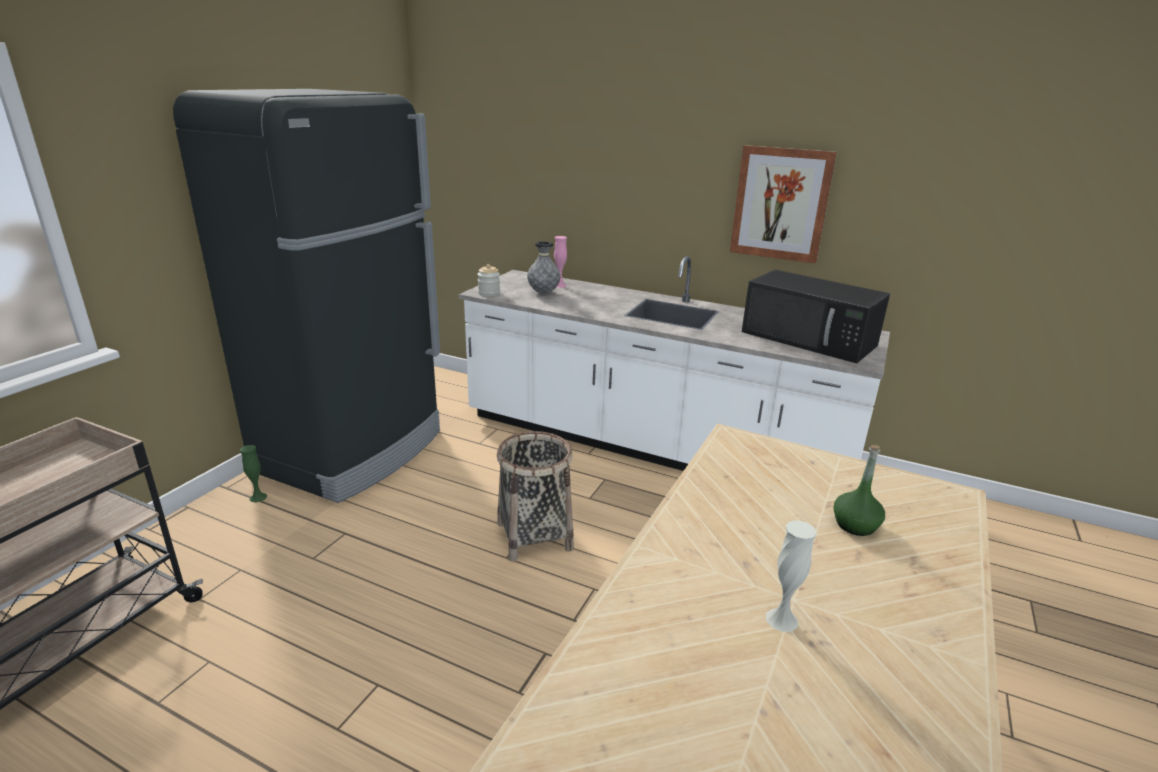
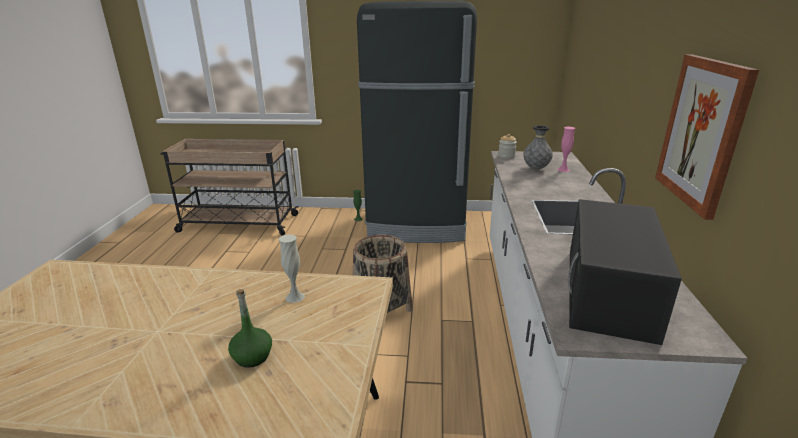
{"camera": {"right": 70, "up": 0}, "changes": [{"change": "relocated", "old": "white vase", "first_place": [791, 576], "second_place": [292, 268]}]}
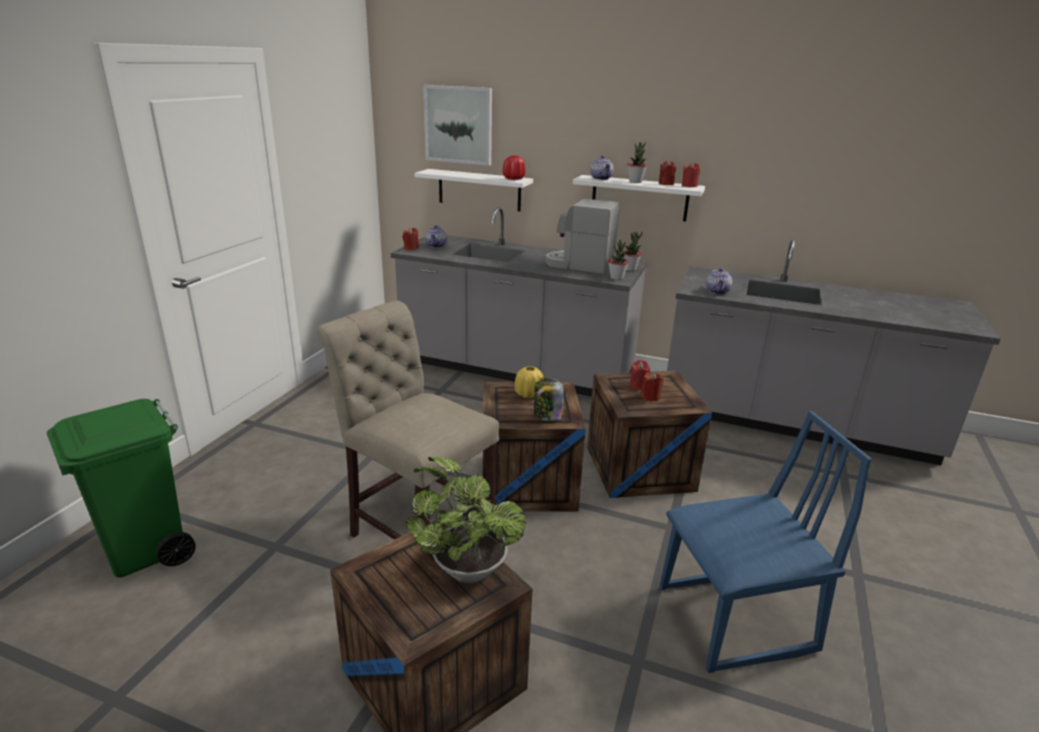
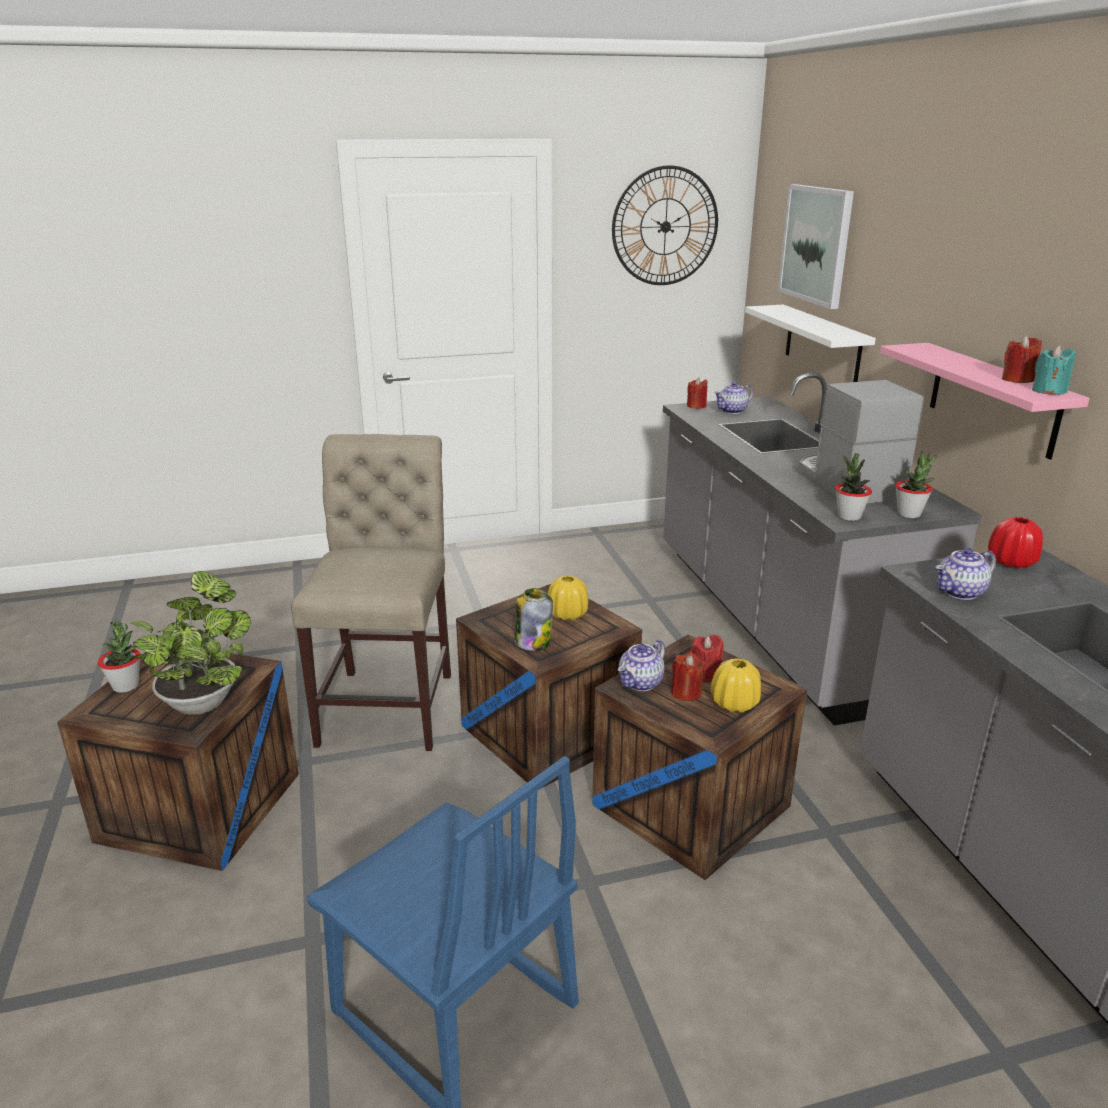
{"camera": {"right": 55, "up": 0}, "changes": [{"change": "relocated", "old": "potted plant", "first_place": [637, 162], "second_place": [119, 656]}, {"change": "appeared", "new": "wall clock", "second_place": [665, 225]}, {"change": "relocated", "old": "teapot", "first_place": [602, 167], "second_place": [641, 665]}, {"change": "appeared", "new": "yellow vase", "second_place": [736, 685]}, {"change": "colour", "old": "white shelf", "new": "pink shelf", "first_place": [639, 198], "second_place": [985, 401]}, {"change": "relocated", "old": "red vase", "first_place": [514, 168], "second_place": [1015, 542]}, {"change": "colour", "old": "red candle", "new": "turquoise candle", "first_place": [691, 174], "second_place": [1053, 370]}, {"change": "missing", "old": "green trash can", "first_place": [121, 488]}]}
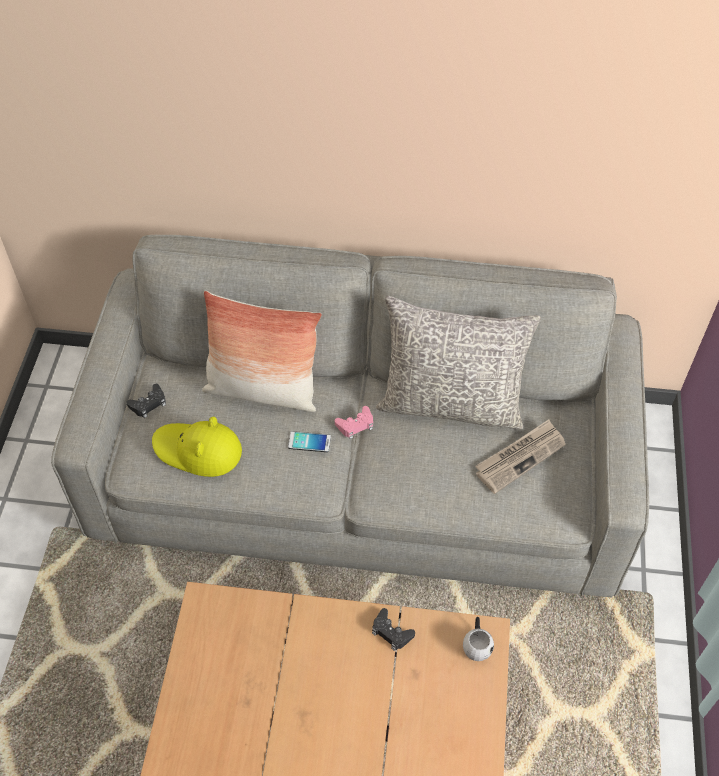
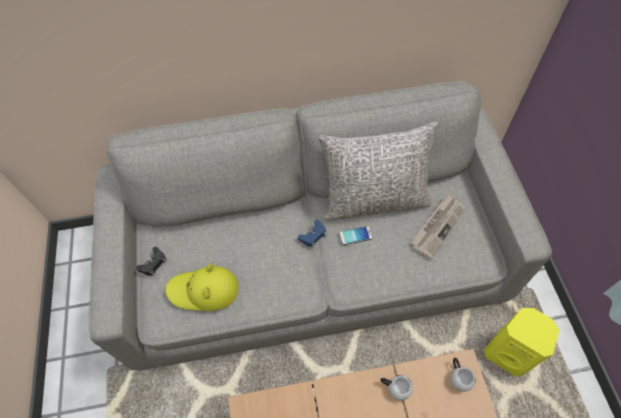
{"camera": {"right": -15, "up": 5}, "changes": [{"change": "colour", "old": "pink game controller", "new": "blue game controller", "first_place": [354, 422], "second_place": [312, 234]}, {"change": "relocated", "old": "phone", "first_place": [309, 441], "second_place": [355, 235]}, {"change": "exchanged", "old": "black game controller", "new": "white mug", "first_place": [393, 629], "second_place": [397, 388]}, {"change": "appeared", "new": "yellow speaker", "second_place": [521, 342]}, {"change": "missing", "old": "pillow", "first_place": [262, 351]}]}
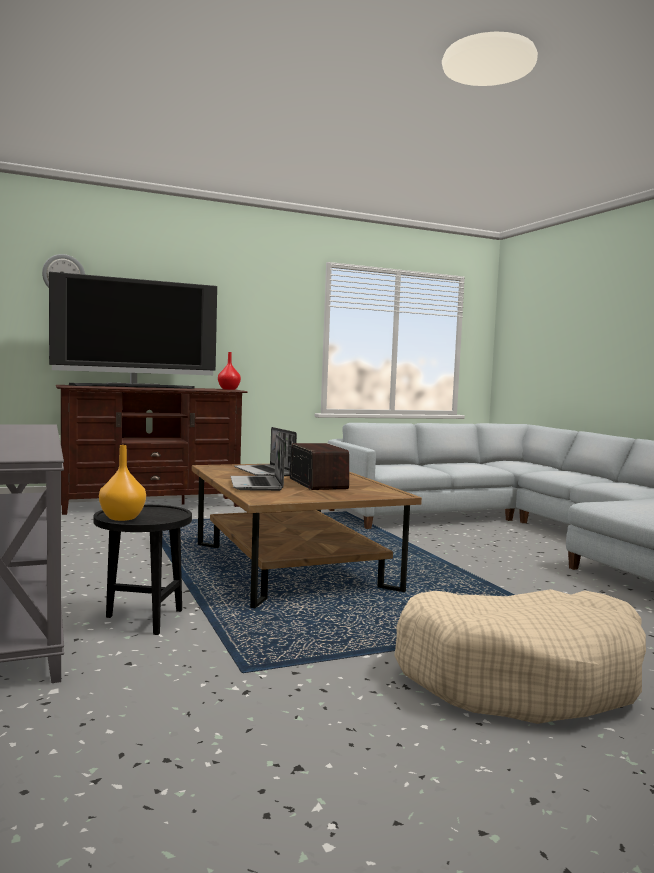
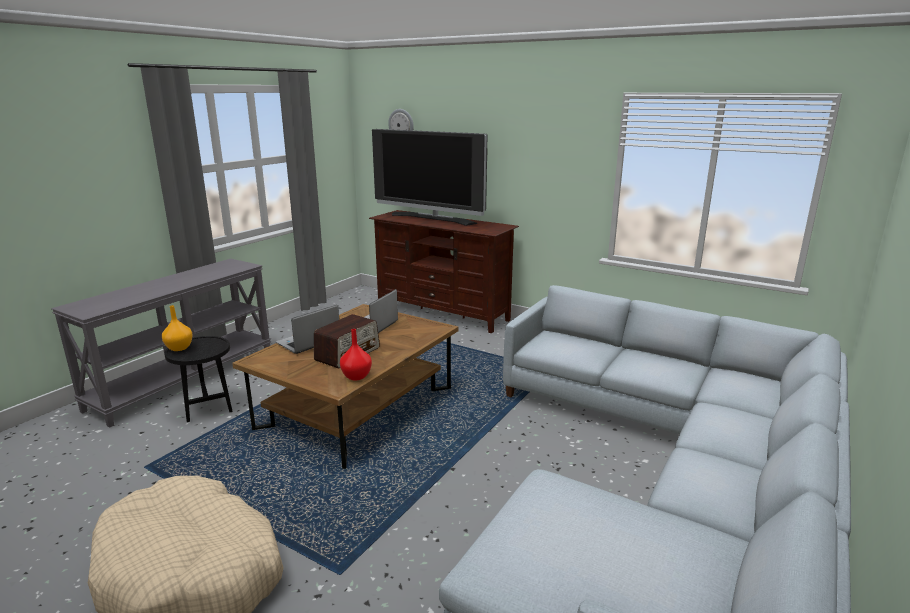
{"camera": {"right": 55, "up": 15}, "changes": [{"change": "relocated", "old": "red vase", "first_place": [229, 371], "second_place": [356, 354]}]}
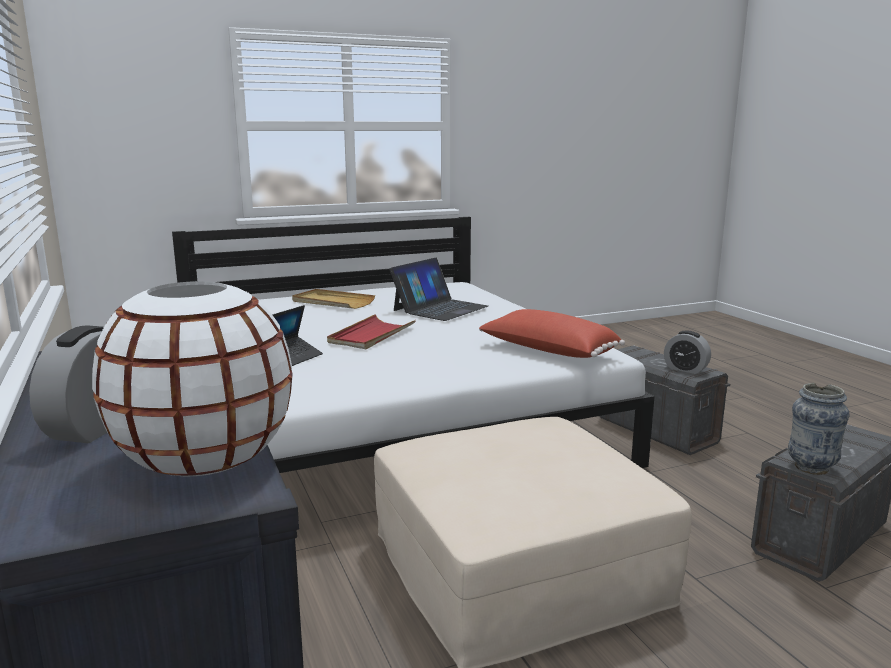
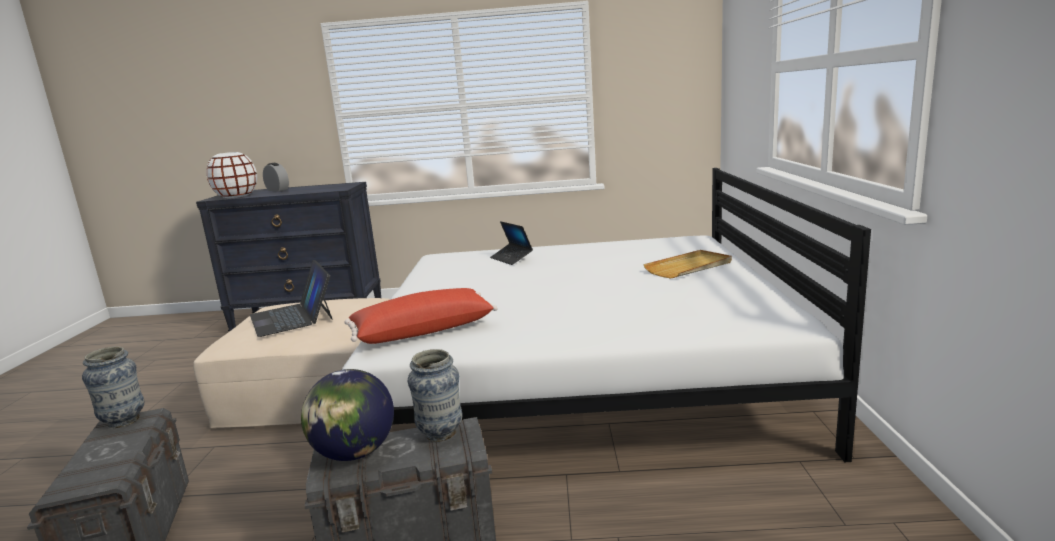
{"camera": {"right": 115, "up": 0}, "changes": [{"change": "relocated", "old": "laptop", "first_place": [438, 289], "second_place": [291, 298]}, {"change": "exchanged", "old": "alarm clock", "new": "globe", "first_place": [687, 352], "second_place": [347, 415]}, {"change": "appeared", "new": "vase", "second_place": [435, 395]}, {"change": "missing", "old": "red tray", "first_place": [371, 331]}]}
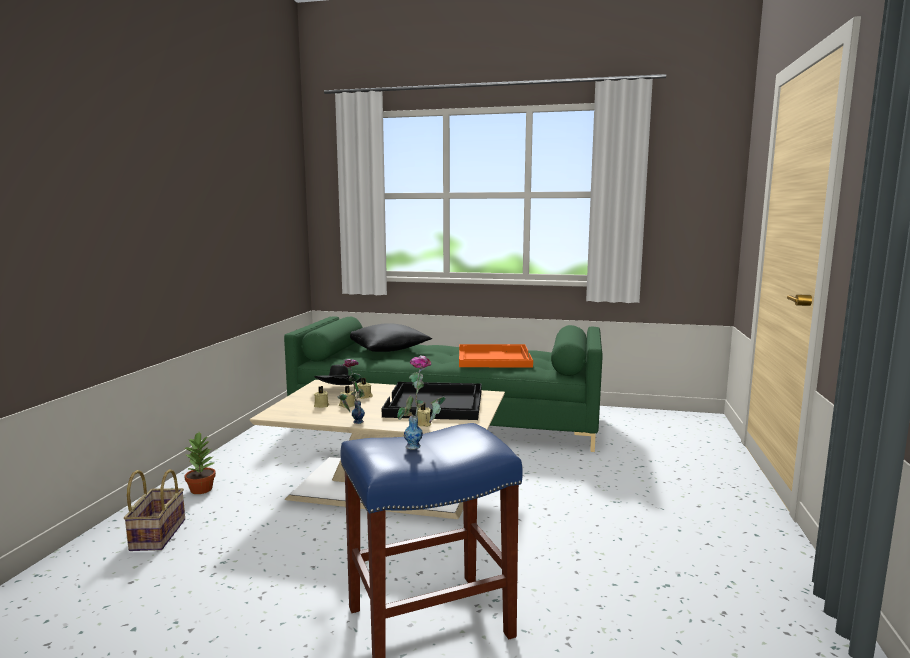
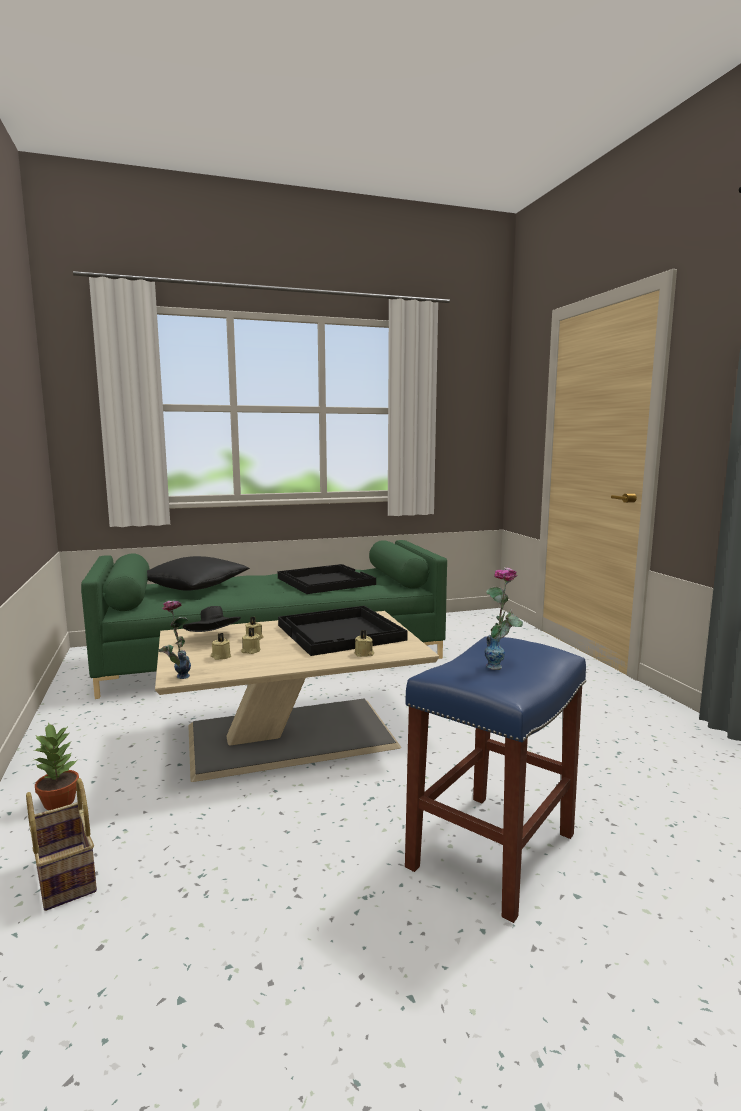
{"camera": {"right": -30, "up": 0}, "changes": [{"change": "relocated", "old": "vase", "first_place": [351, 391], "second_place": [174, 640]}, {"change": "colour", "old": "orange tray", "new": "black tray", "first_place": [496, 355], "second_place": [327, 579]}]}
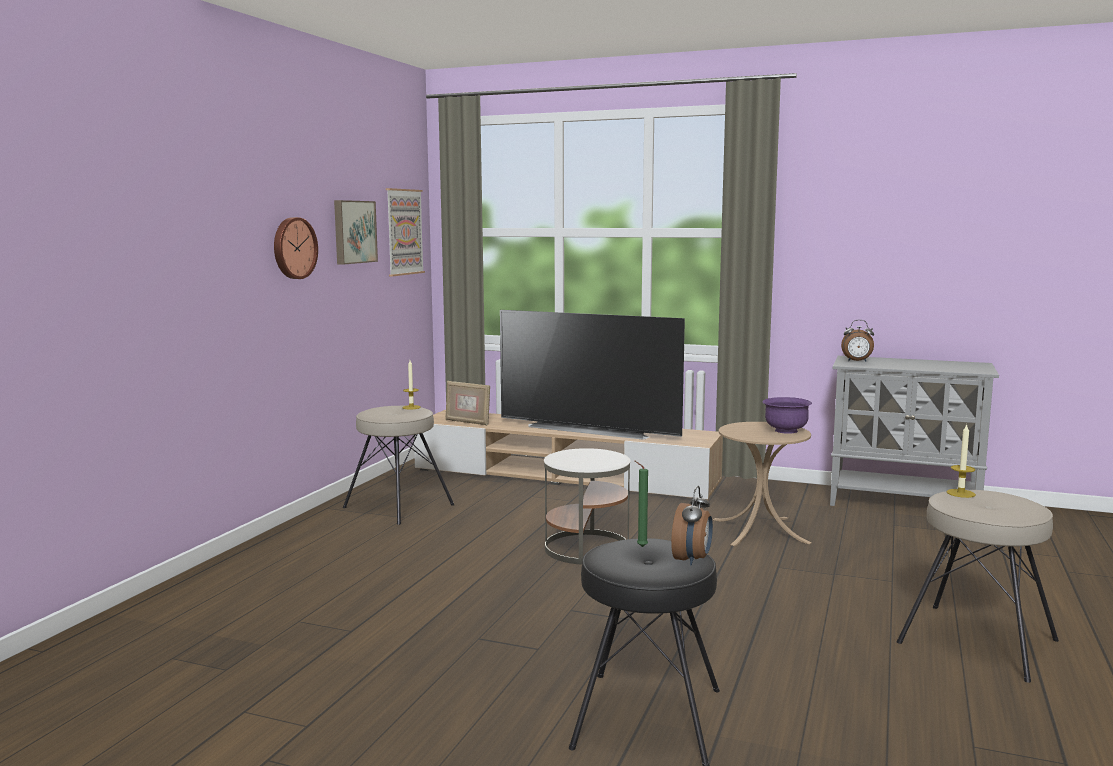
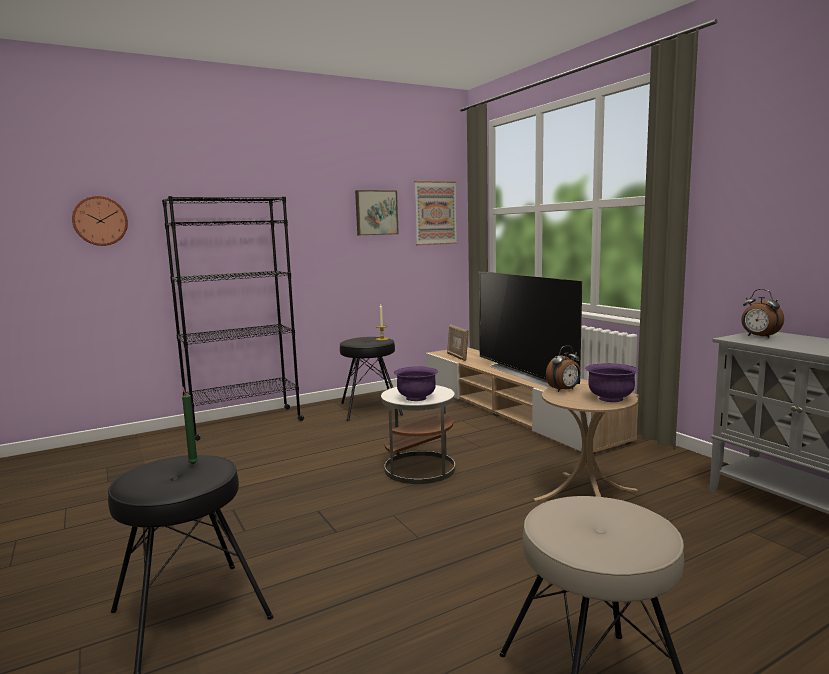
{"camera": {"right": 40, "up": 0}, "changes": [{"change": "relocated", "old": "wall clock", "first_place": [296, 248], "second_place": [100, 221]}, {"change": "appeared", "new": "black bookcase", "second_place": [233, 318]}, {"change": "colour", "old": "beige stool", "new": "black stool", "first_place": [398, 465], "second_place": [371, 379]}, {"change": "appeared", "new": "purple bowl", "second_place": [416, 383]}, {"change": "relocated", "old": "alarm clock", "first_place": [692, 526], "second_place": [563, 368]}, {"change": "missing", "old": "candle", "first_place": [961, 460]}]}
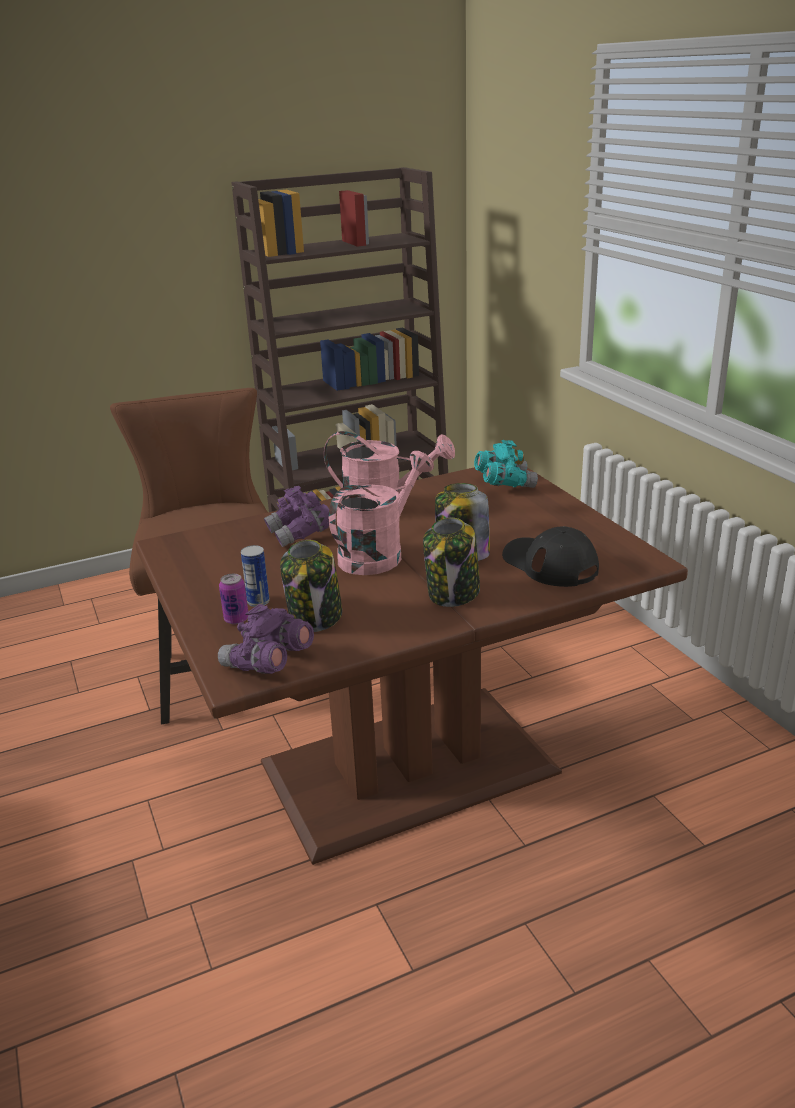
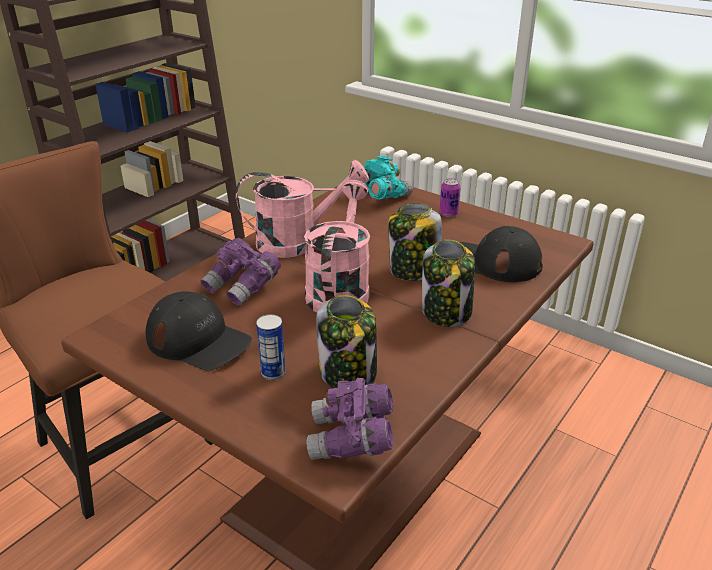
{"camera": {"right": -30, "up": 5}, "changes": [{"change": "appeared", "new": "black cap", "second_place": [199, 330]}, {"change": "relocated", "old": "can", "first_place": [233, 599], "second_place": [450, 197]}]}
